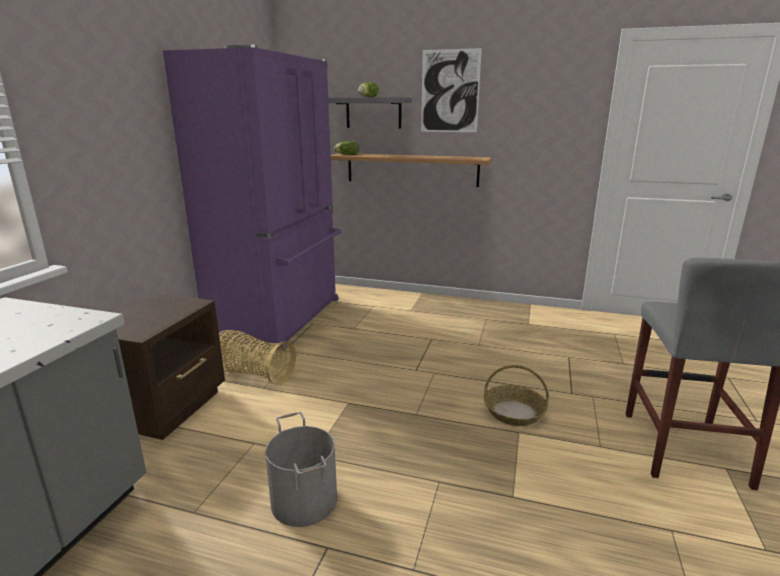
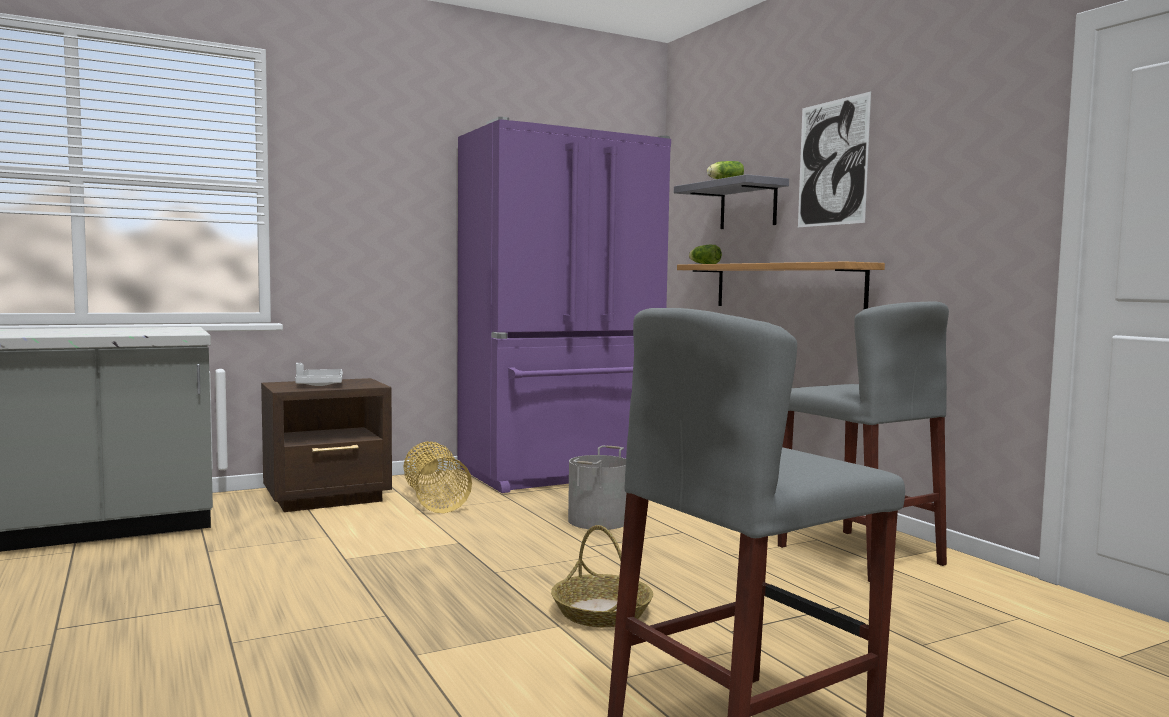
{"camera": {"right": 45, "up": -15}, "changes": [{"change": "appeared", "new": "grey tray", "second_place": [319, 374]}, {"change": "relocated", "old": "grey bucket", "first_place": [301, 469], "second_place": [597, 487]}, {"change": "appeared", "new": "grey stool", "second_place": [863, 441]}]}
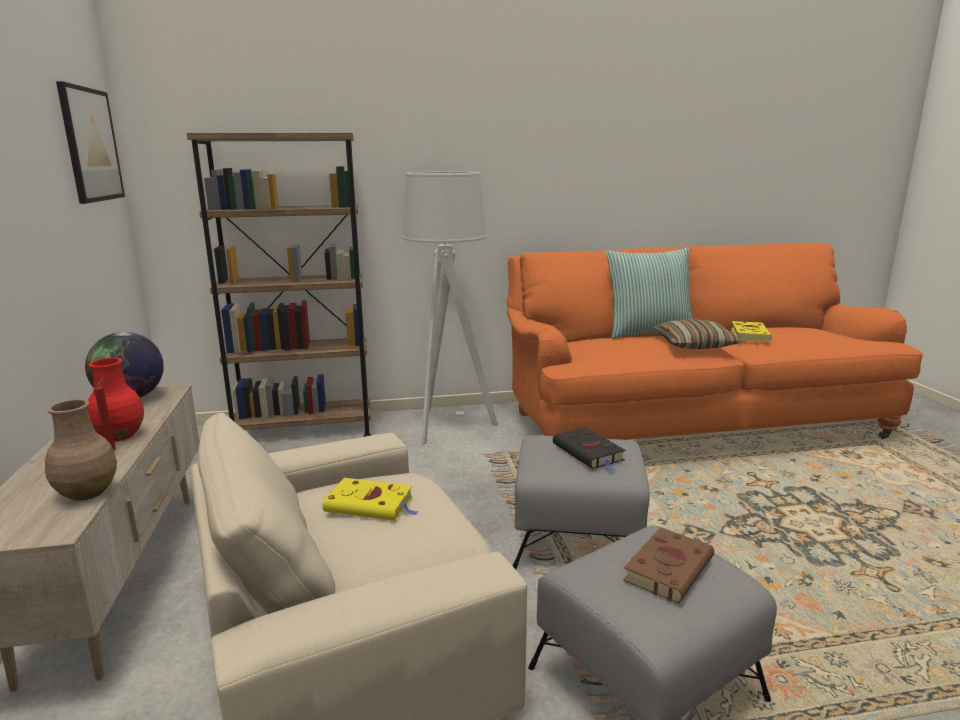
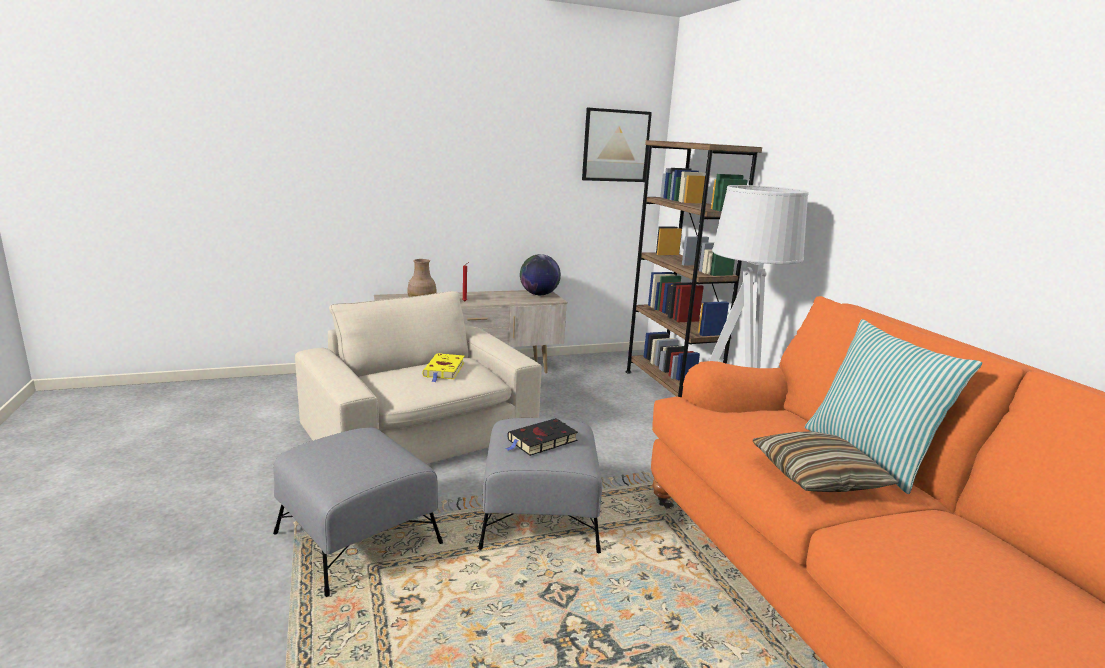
{"camera": {"right": 80, "up": 0}, "changes": [{"change": "missing", "old": "red vase", "first_place": [115, 400]}, {"change": "missing", "old": "brown book", "first_place": [668, 565]}, {"change": "missing", "old": "yellow book", "first_place": [751, 331]}]}
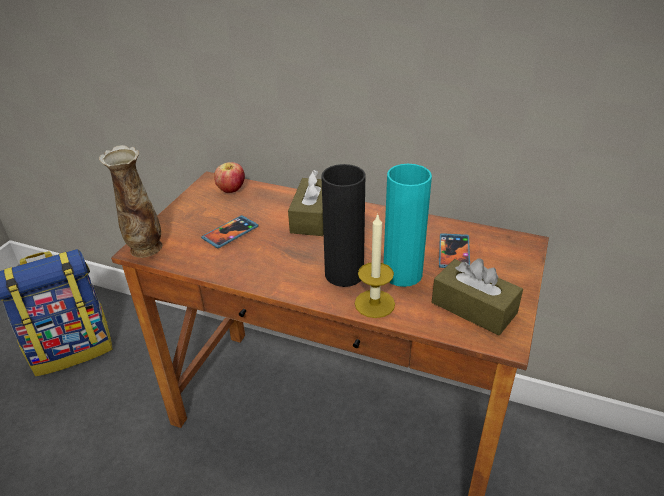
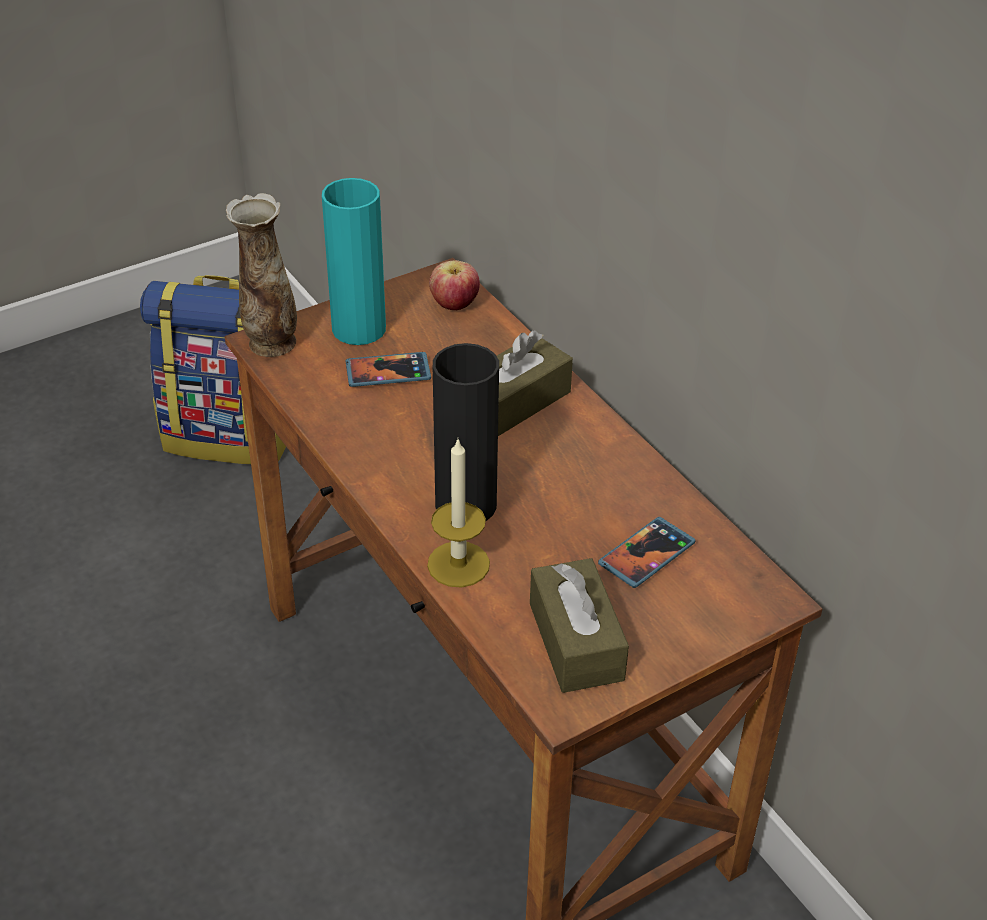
{"camera": {"right": 35, "up": 5}, "changes": [{"change": "relocated", "old": "turquoise vase", "first_place": [407, 225], "second_place": [354, 261]}]}
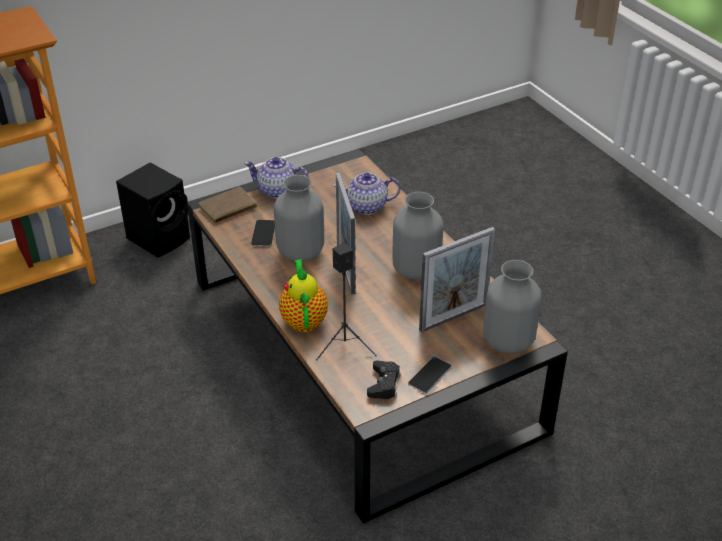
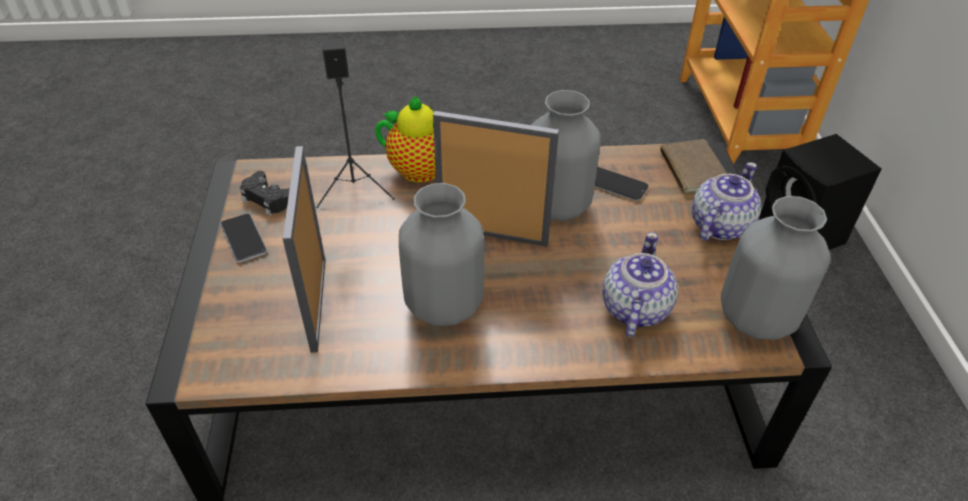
{"camera": {"right": 115, "up": 5}, "changes": [{"change": "relocated", "old": "grey vase", "first_place": [512, 307], "second_place": [776, 268]}]}
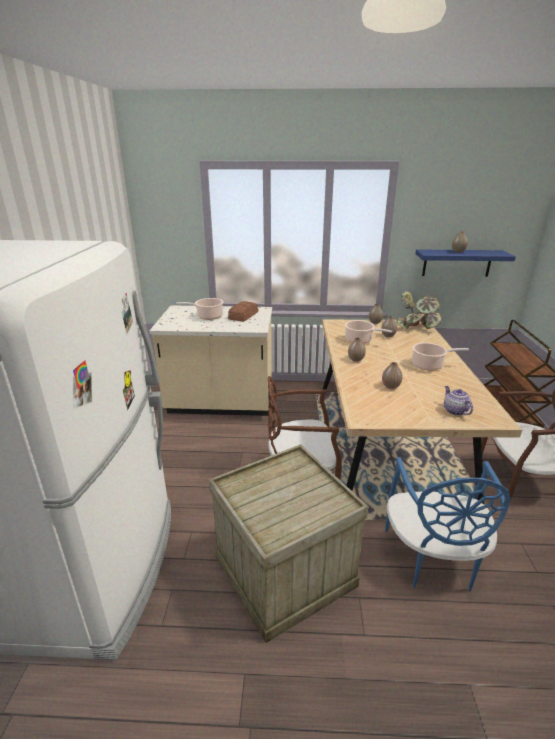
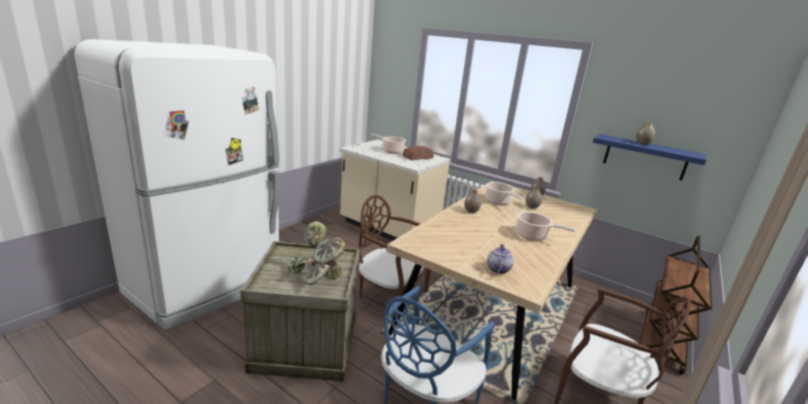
{"camera": {"right": 30, "up": -5}, "changes": [{"change": "relocated", "old": "potted plant", "first_place": [419, 310], "second_place": [317, 253]}, {"change": "missing", "old": "vase", "first_place": [392, 375]}]}
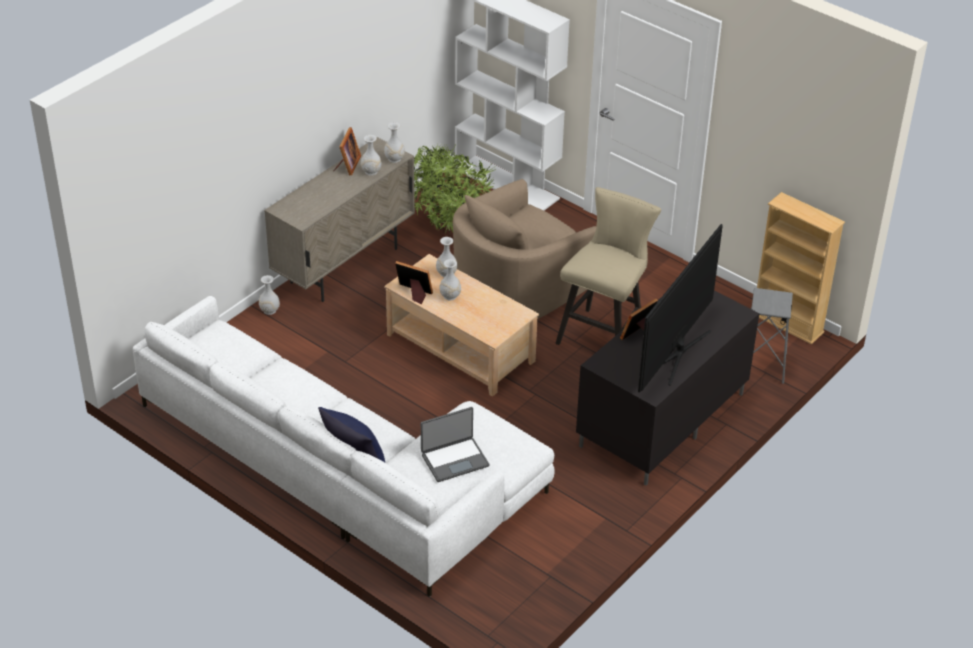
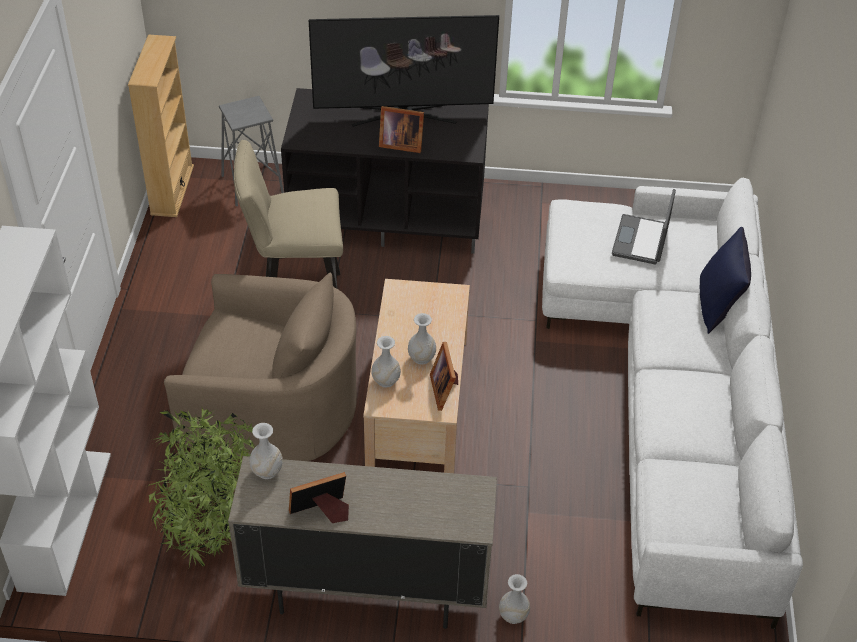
{"camera": {"right": -125, "up": 5}, "changes": [{"change": "spun", "old": "laptop", "first_place": [455, 444], "second_place": [644, 226], "degrees": -105}, {"change": "missing", "old": "white vase", "first_place": [371, 155]}]}
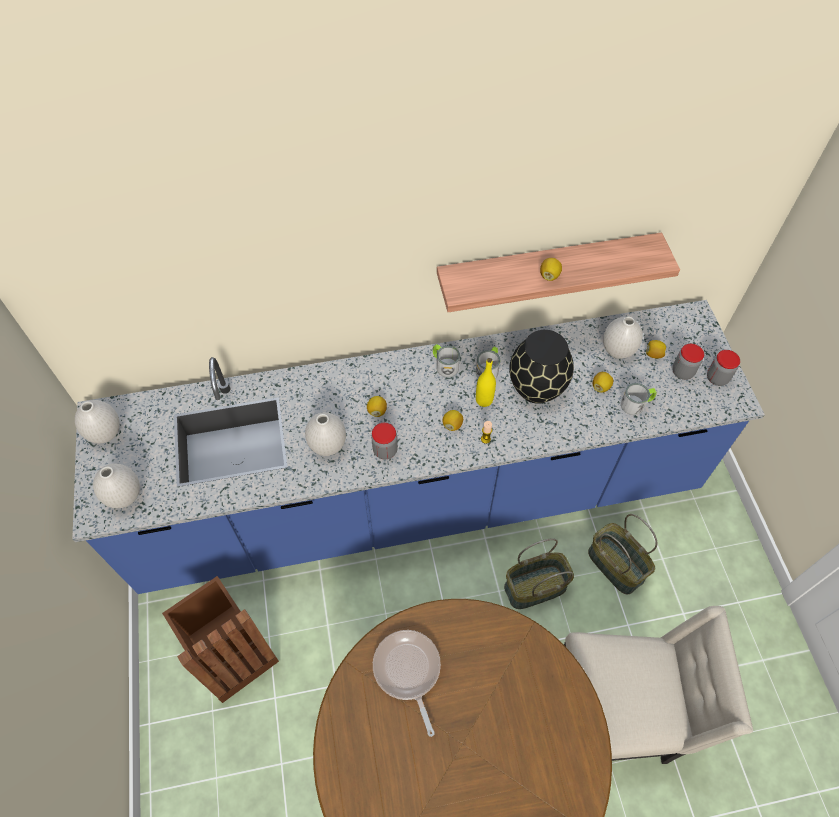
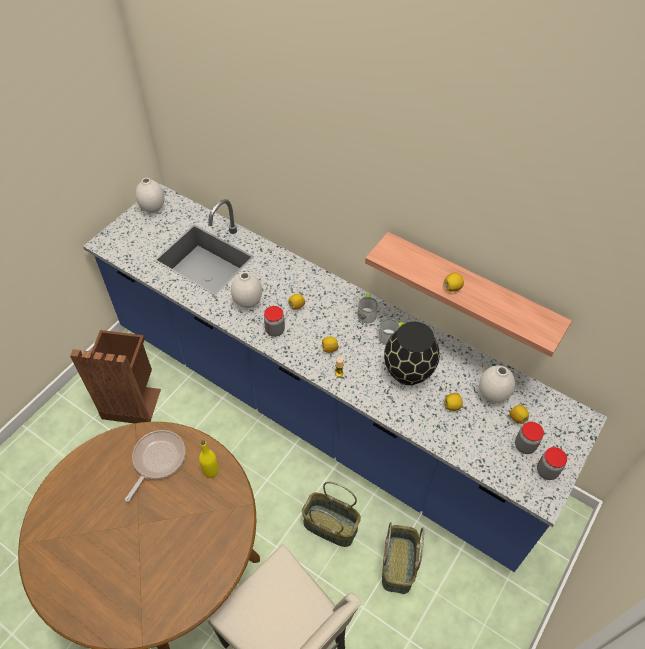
{"camera": {"right": 45, "up": -5}, "changes": [{"change": "relocated", "old": "yellow bottle", "first_place": [486, 382], "second_place": [209, 459]}, {"change": "missing", "old": "white vase", "first_place": [116, 486]}, {"change": "missing", "old": "mug", "first_place": [639, 399]}]}
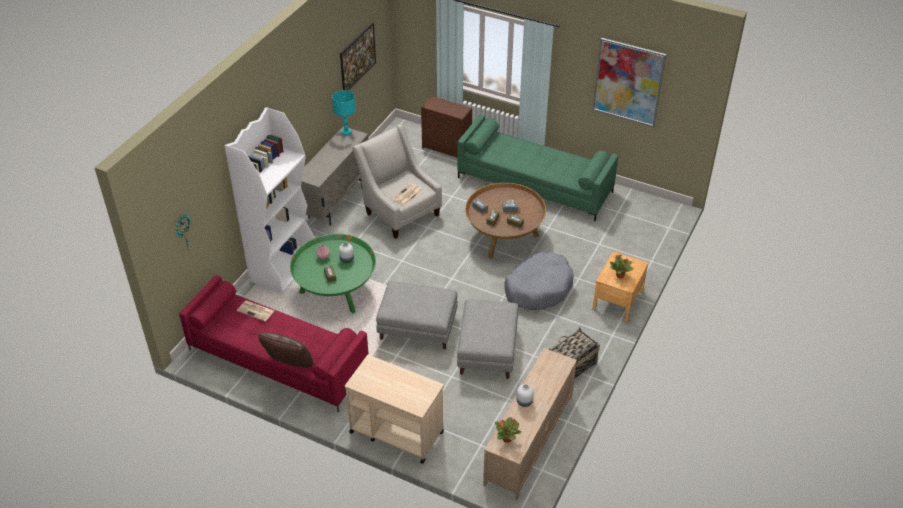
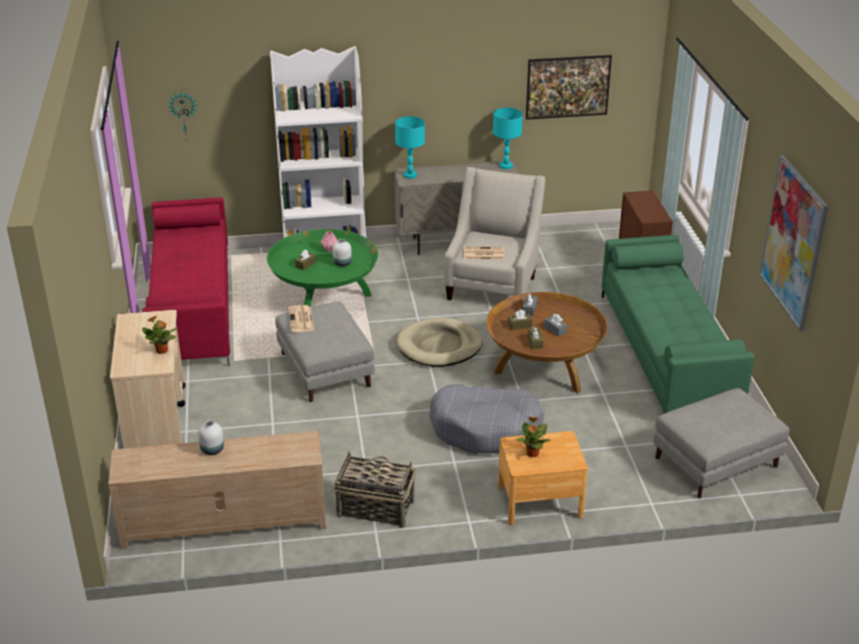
{"camera": {"right": 55, "up": -10}, "changes": [{"change": "relocated", "old": "potted plant", "first_place": [508, 430], "second_place": [159, 335]}, {"change": "relocated", "old": "newspaper", "first_place": [255, 311], "second_place": [301, 318]}, {"change": "appeared", "new": "turquoise table lamp", "second_place": [410, 147]}, {"change": "appeared", "new": "beige dog bed", "second_place": [440, 342]}, {"change": "relocated", "old": "grey ottoman", "first_place": [487, 339], "second_place": [721, 443]}, {"change": "missing", "old": "brown pillow", "first_place": [286, 350]}]}
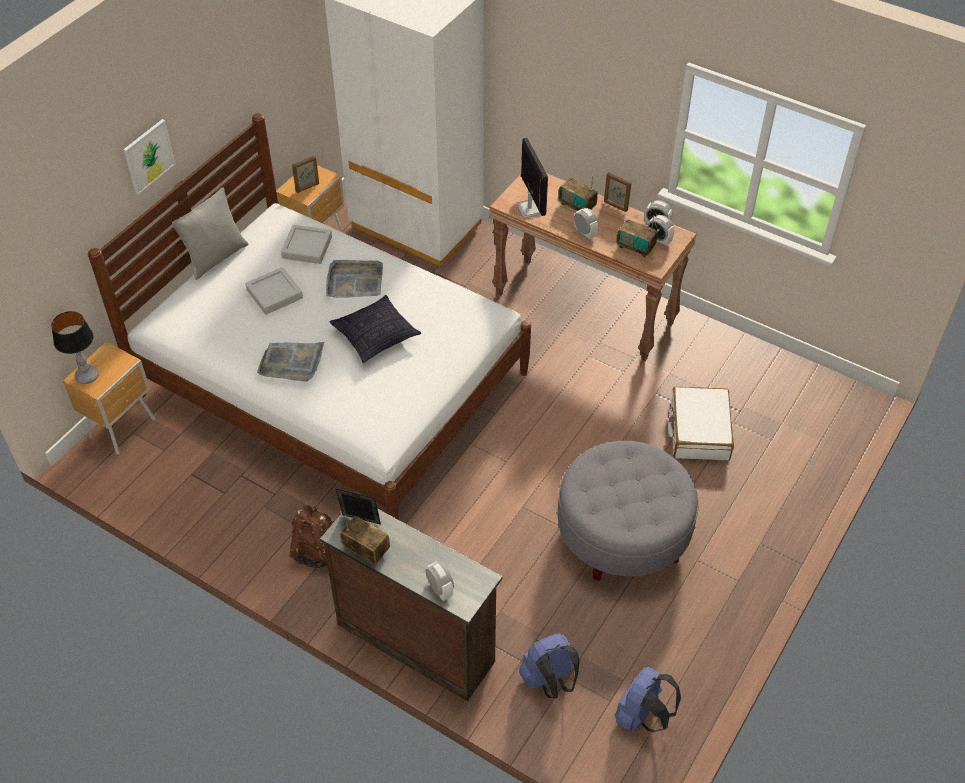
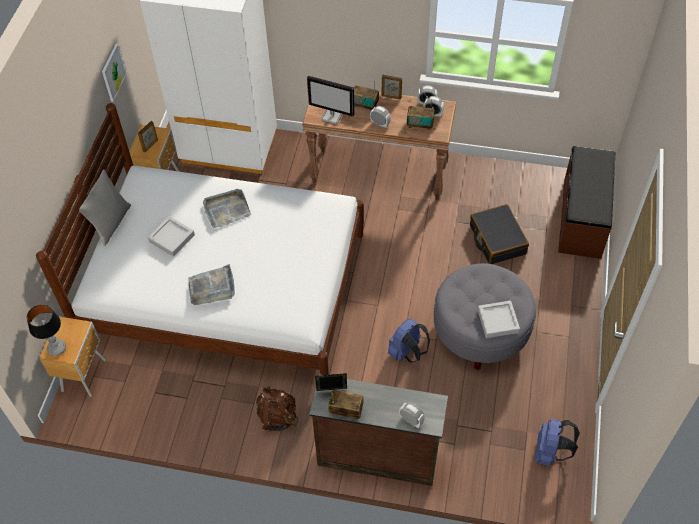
{"camera": {"right": -20, "up": 5}, "changes": [{"change": "relocated", "old": "picture", "first_place": [149, 157], "second_place": [114, 73]}, {"change": "spun", "old": "monitor", "first_place": [532, 177], "second_place": [330, 100], "degrees": 150}, {"change": "relocated", "old": "blue backpack", "first_place": [549, 665], "second_place": [409, 341]}, {"change": "colour", "old": "white suitcase", "new": "black suitcase", "first_place": [701, 424], "second_place": [499, 234]}, {"change": "relocated", "old": "grey tray", "first_place": [306, 244], "second_place": [499, 319]}, {"change": "appeared", "new": "brown bench", "second_place": [586, 202]}, {"change": "missing", "old": "pillow", "first_place": [375, 329]}]}
